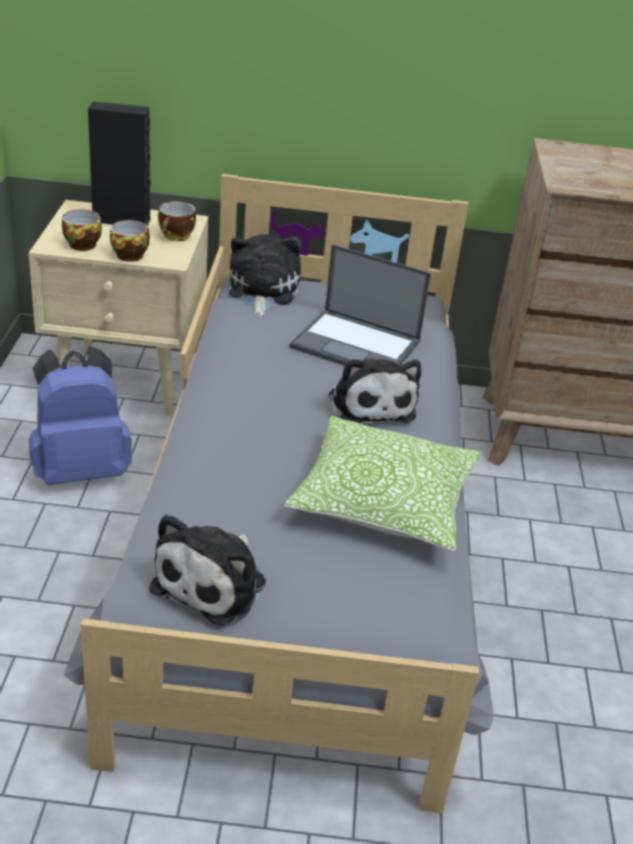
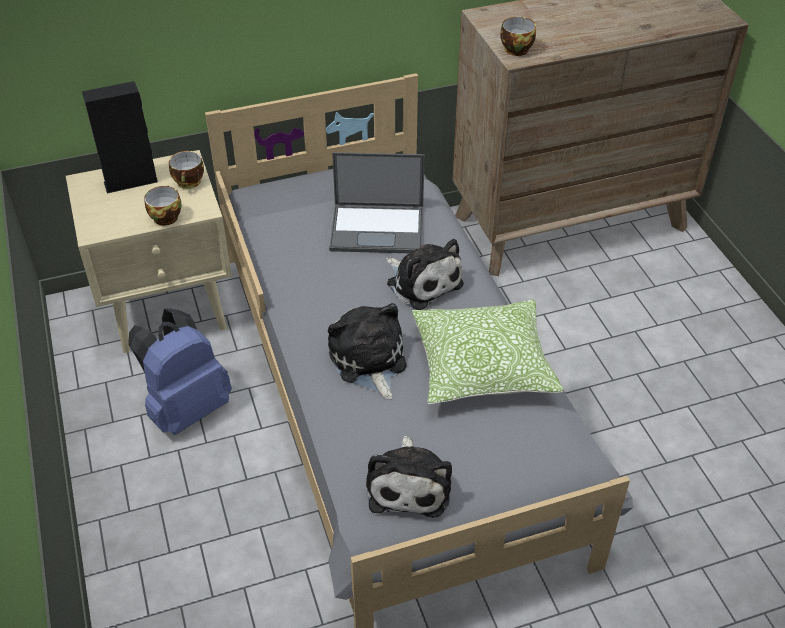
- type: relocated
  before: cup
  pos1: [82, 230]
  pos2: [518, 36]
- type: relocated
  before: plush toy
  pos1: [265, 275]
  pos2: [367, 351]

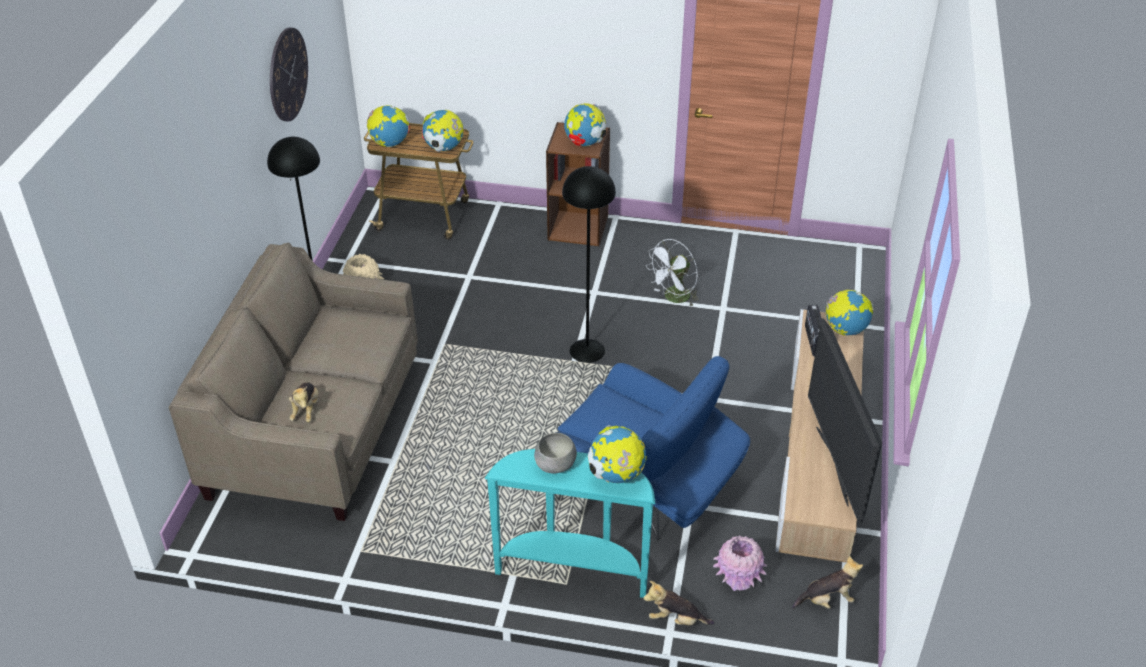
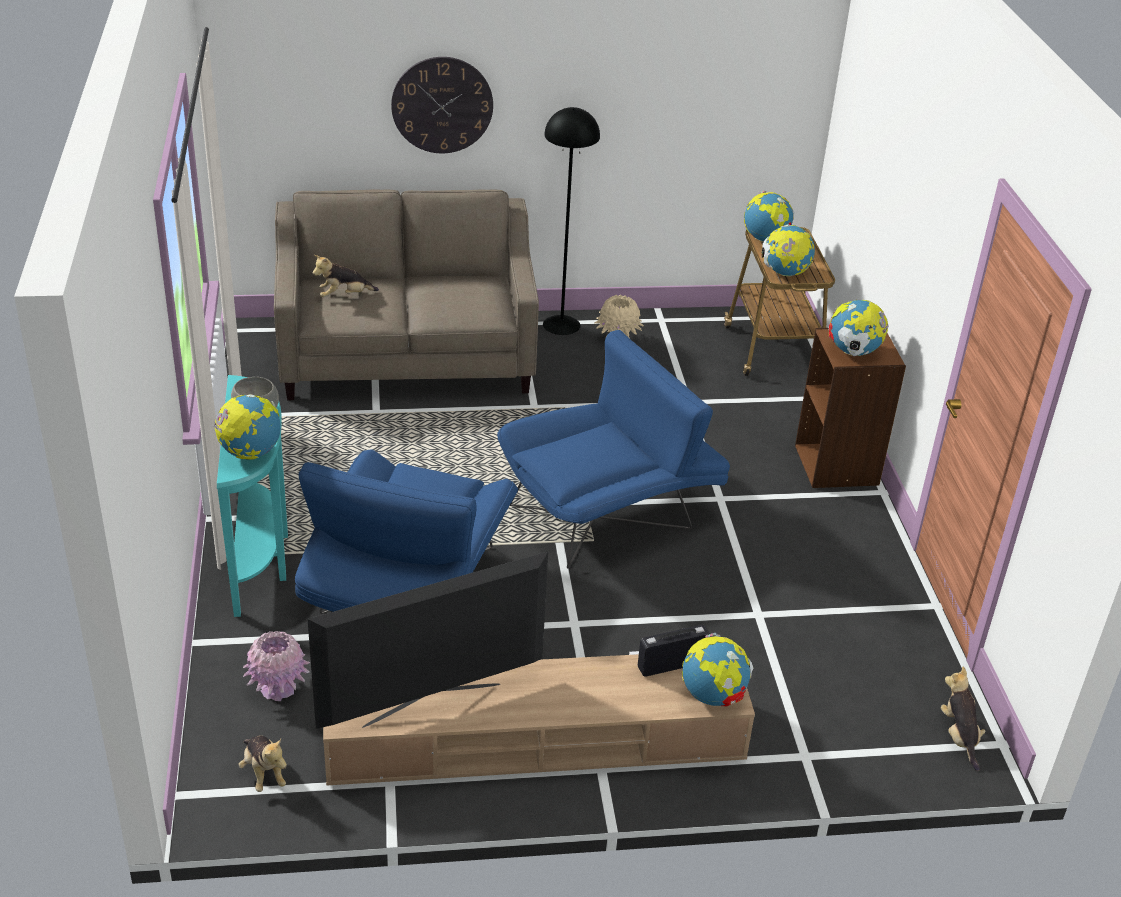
- type: missing
  before: fan/white
  pos1: [672, 273]
- type: relocated
  before: wall clock
  pos1: [289, 75]
  pos2: [442, 105]
- type: relocated
  before: plush toy
  pos1: [678, 603]
  pos2: [963, 719]
- type: exchanged
  before: floor lamp/black
  after: armchair/blue
  pos1: [589, 264]
  pos2: [613, 449]

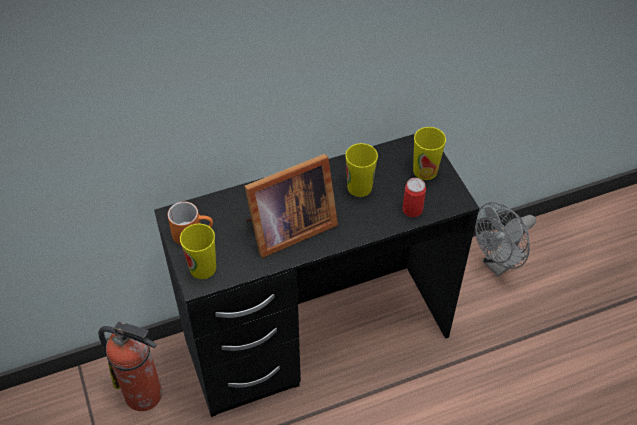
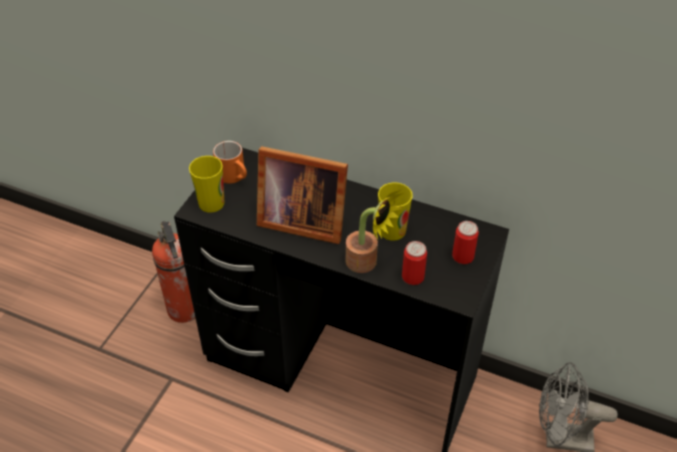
- type: appeared
  after: potted plant
  pos2: [375, 231]
- type: exchanged
  before: cup
  after: can
  pos1: [429, 153]
  pos2: [465, 242]

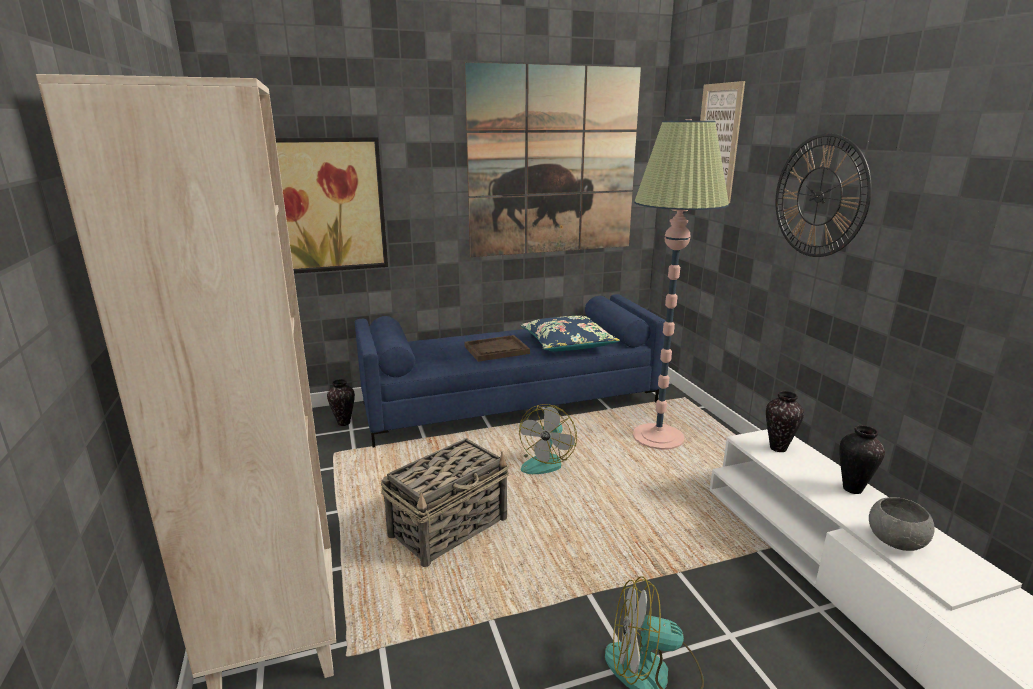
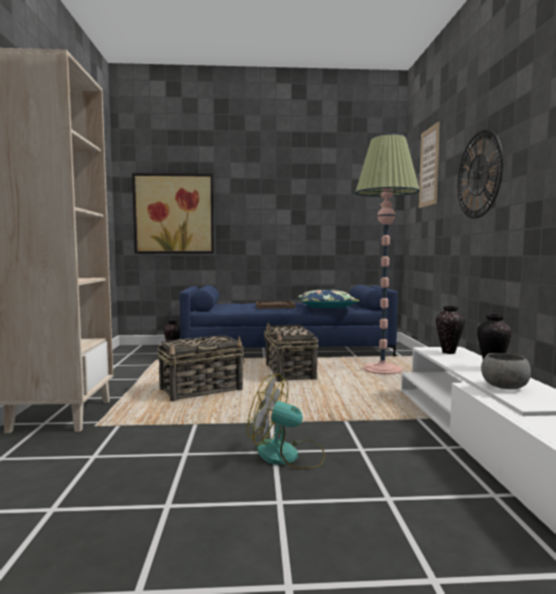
- type: missing
  before: picture
  pos1: [553, 159]
- type: exchanged
  before: fan
  after: basket
  pos1: [548, 439]
  pos2: [291, 351]

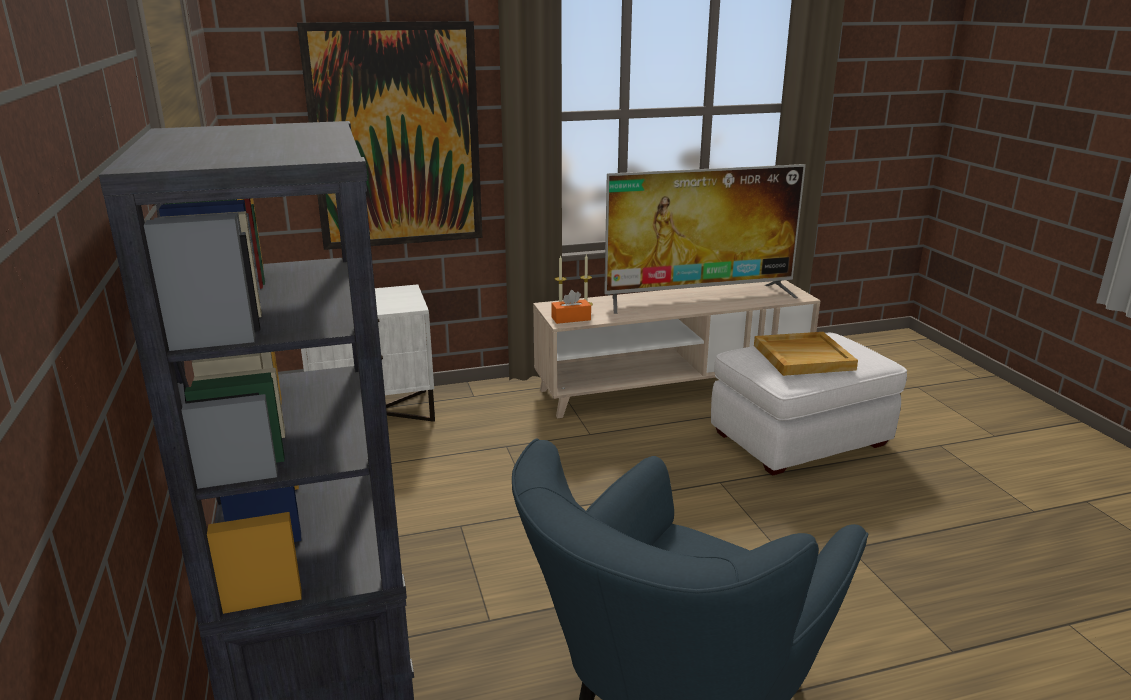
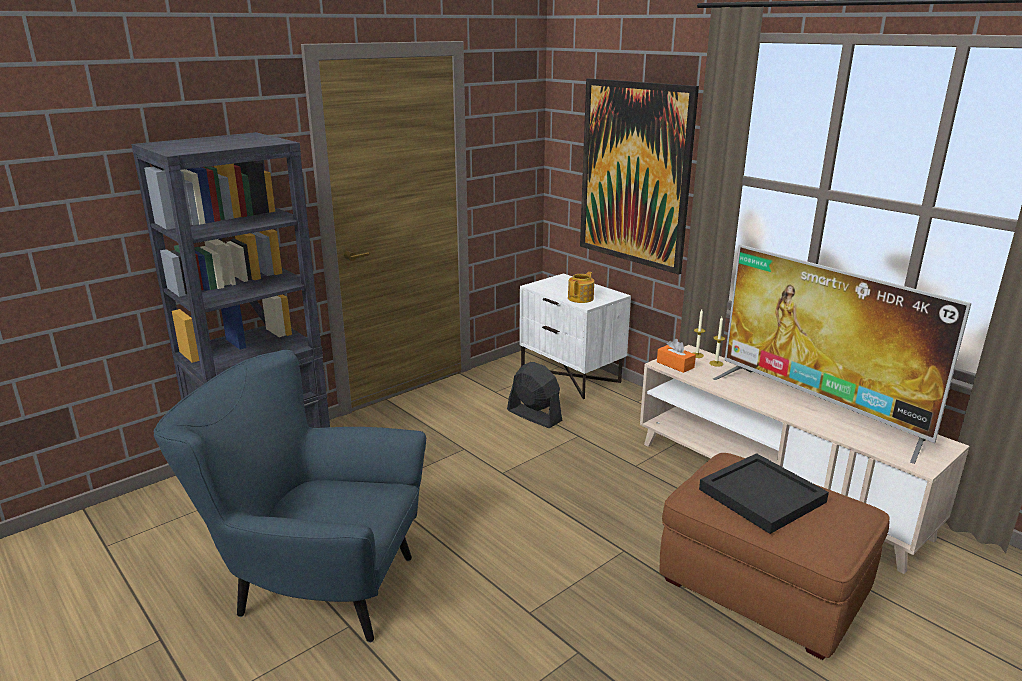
- type: appeared
  after: fan/black
  pos2: [534, 395]
- type: appeared
  after: teapot
  pos2: [581, 287]
- type: colour
  before: ottoman/white
  after: ottoman/brown
  pos1: [809, 404]
  pos2: [774, 556]
- type: colour
  before: tray/beige
  after: tray/black
  pos1: [806, 354]
  pos2: [764, 493]

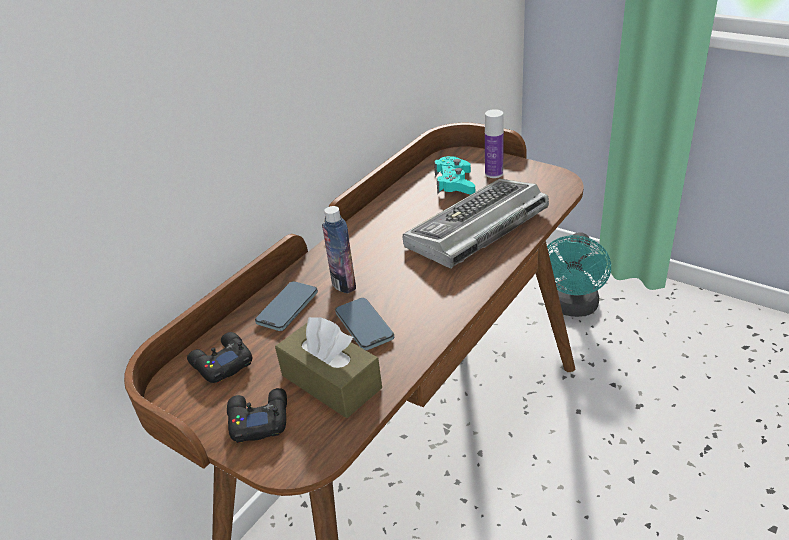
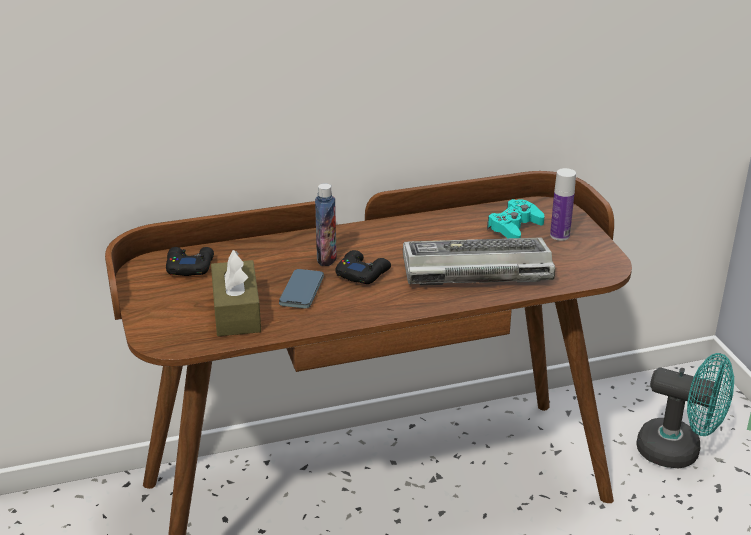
- type: missing
  before: phone
  pos1: [286, 306]
- type: relocated
  before: game controller/black
  pos1: [257, 415]
  pos2: [363, 267]
- type: spun
  before: fan/turquoise
  pos1: [579, 274]
  pos2: [685, 410]
  turn: -120

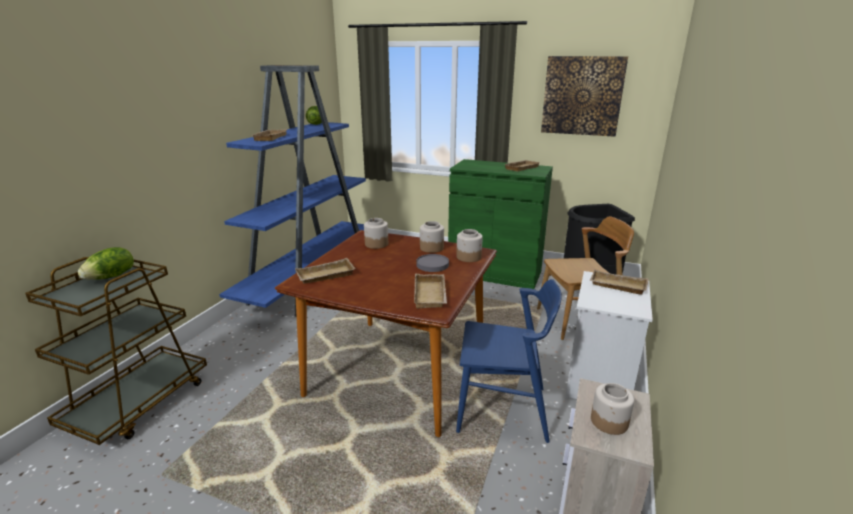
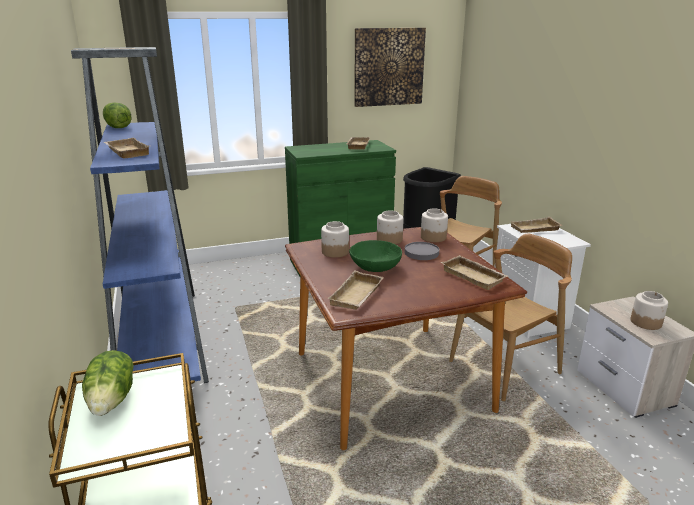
- type: appeared
  after: bowl/green
  pos2: [375, 256]
- type: colour
  before: chair/blue
  after: chair/brown
  pos1: [509, 361]
  pos2: [510, 317]

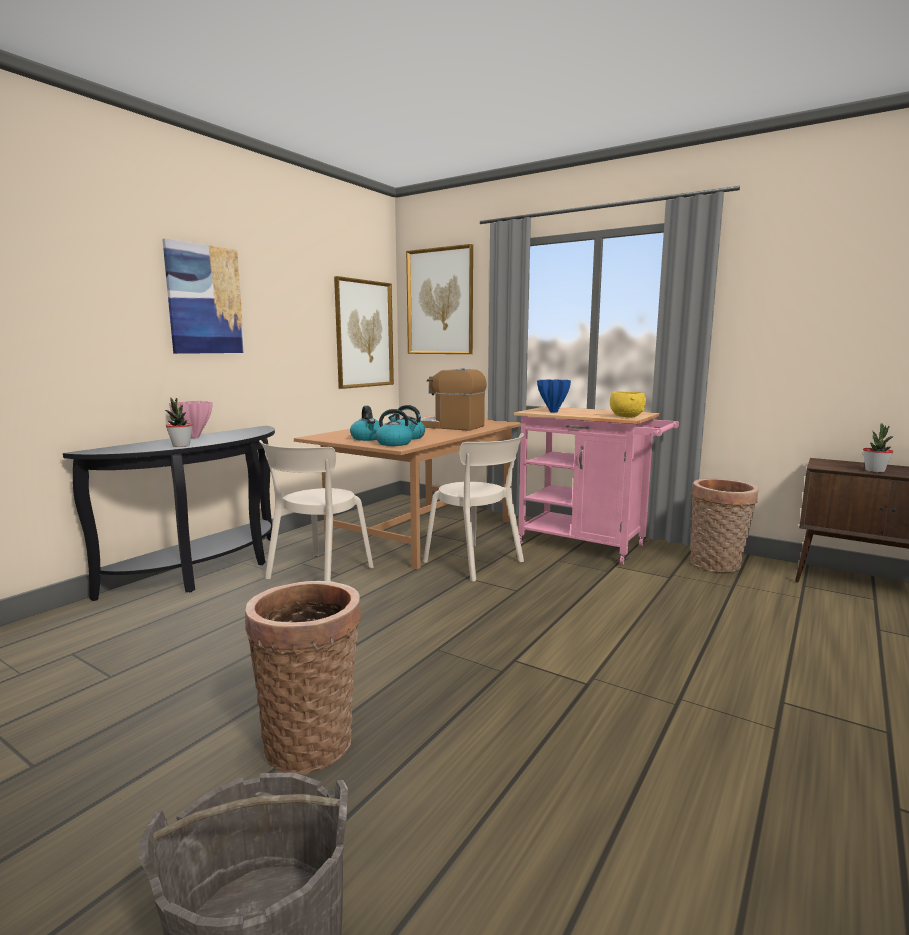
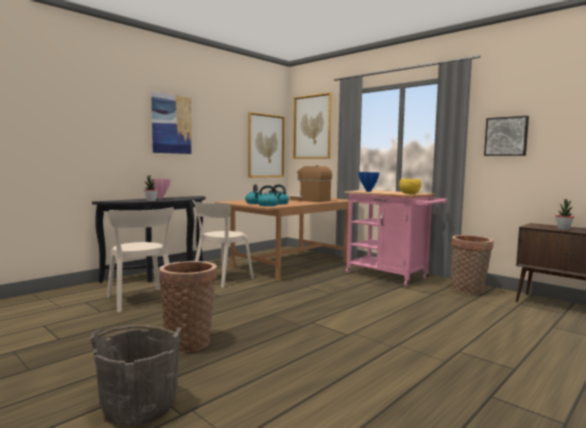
- type: appeared
  after: picture
  pos2: [506, 136]
- type: relocated
  before: chair/beige
  pos1: [473, 507]
  pos2: [140, 260]

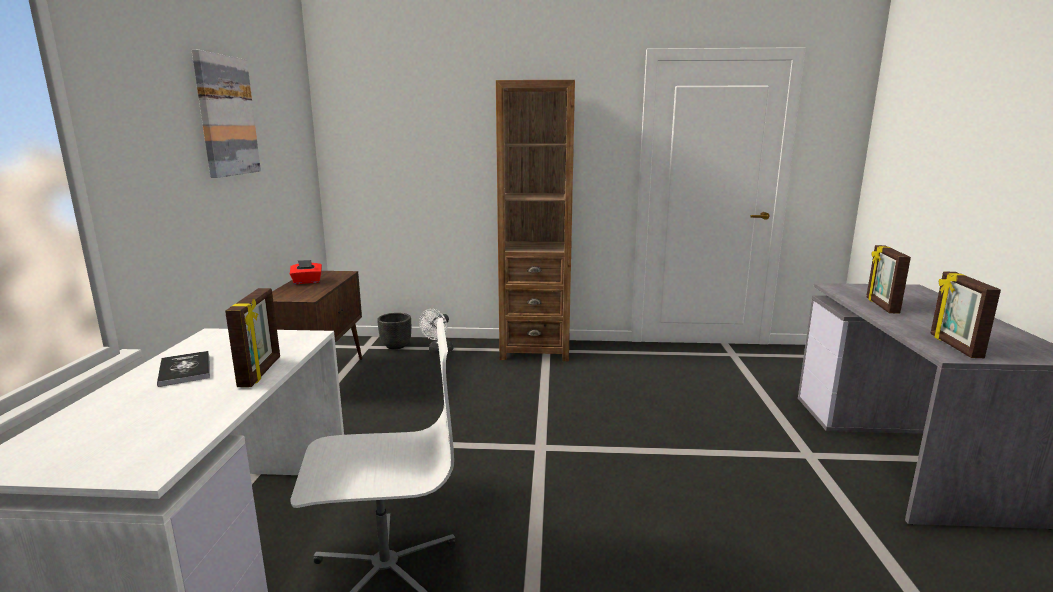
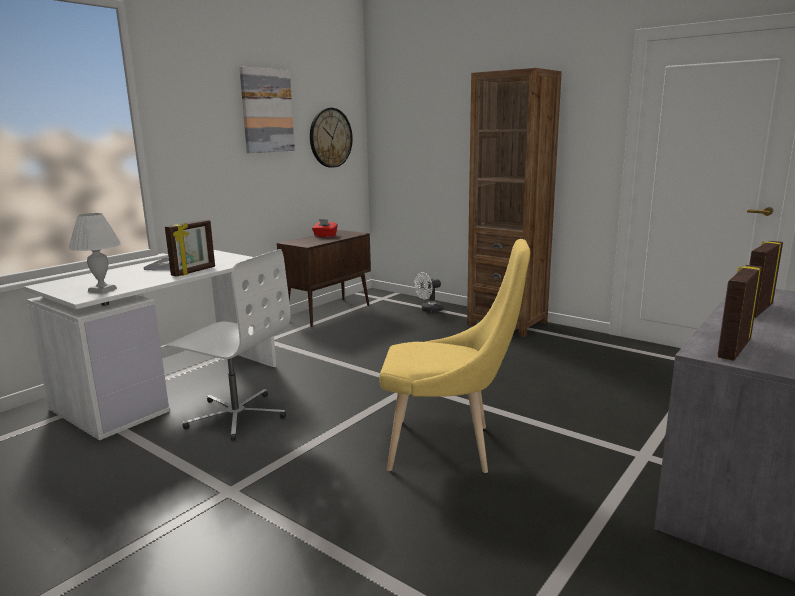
- type: missing
  before: planter/black
  pos1: [394, 331]
- type: appeared
  after: table lamp/white
  pos2: [95, 253]
- type: appeared
  after: wall clock
  pos2: [331, 138]
- type: appeared
  after: chair/yellow
  pos2: [454, 356]

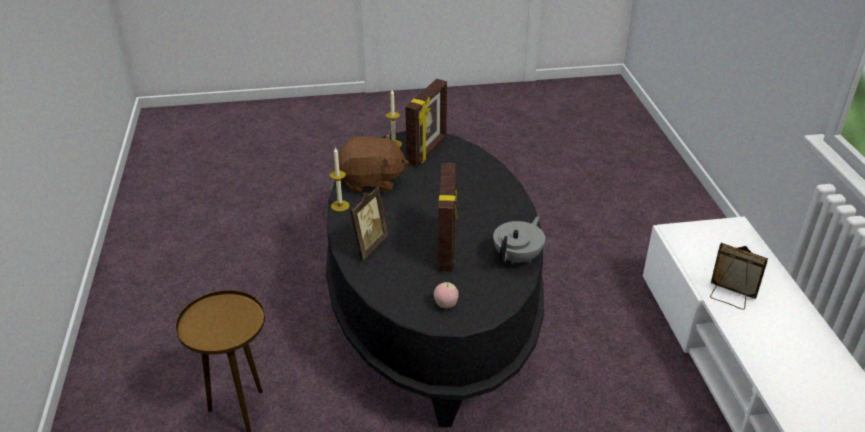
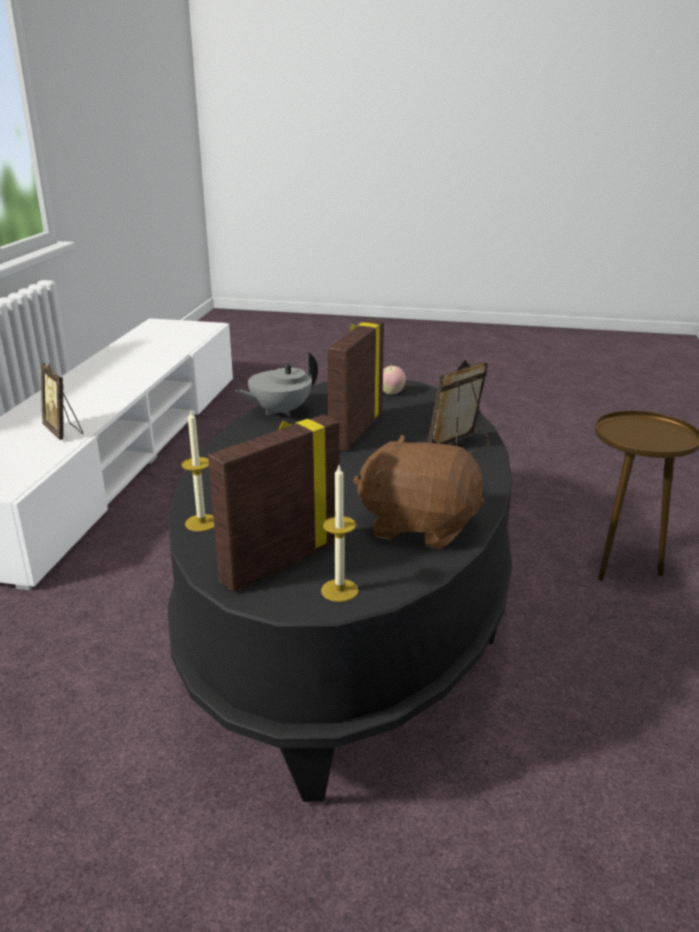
- type: relocated
  before: candle
  pos1: [340, 179]
  pos2: [197, 471]

